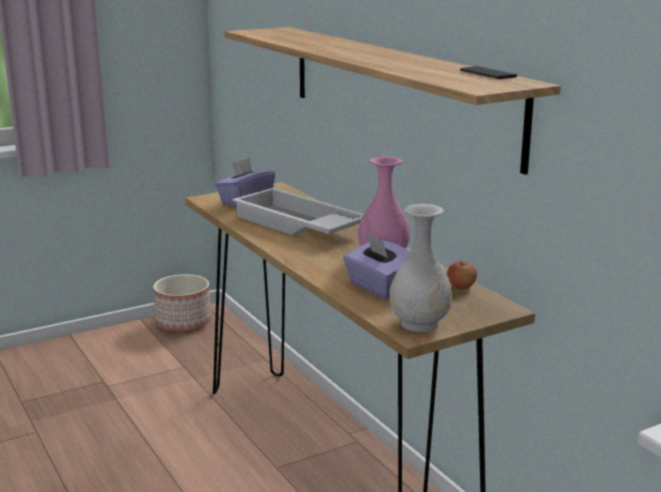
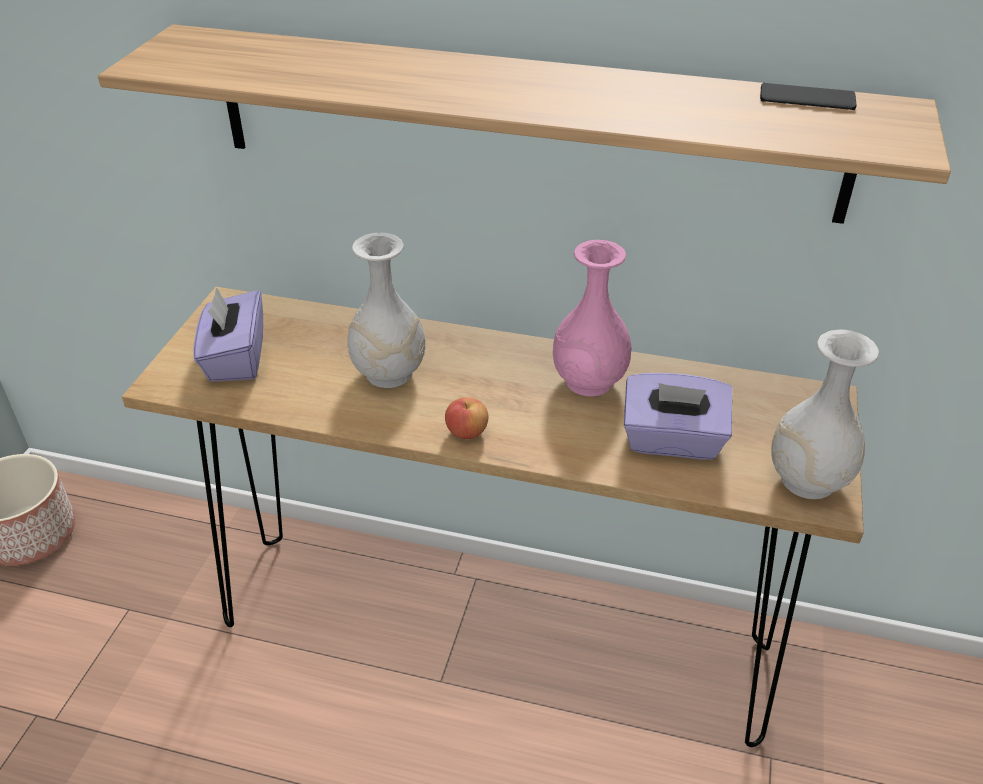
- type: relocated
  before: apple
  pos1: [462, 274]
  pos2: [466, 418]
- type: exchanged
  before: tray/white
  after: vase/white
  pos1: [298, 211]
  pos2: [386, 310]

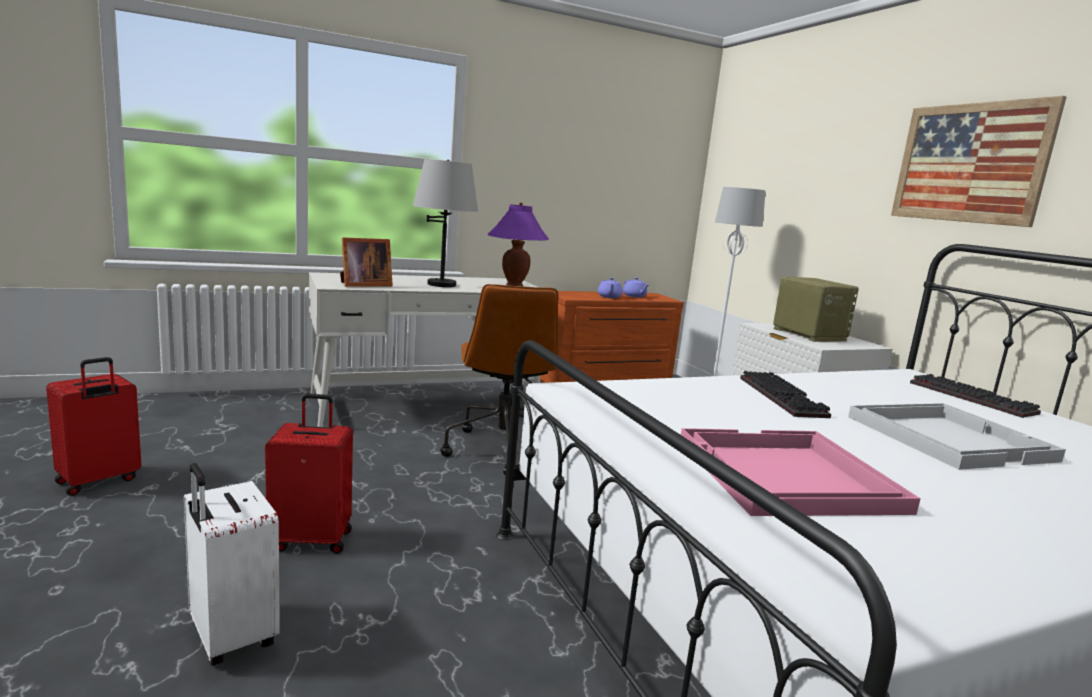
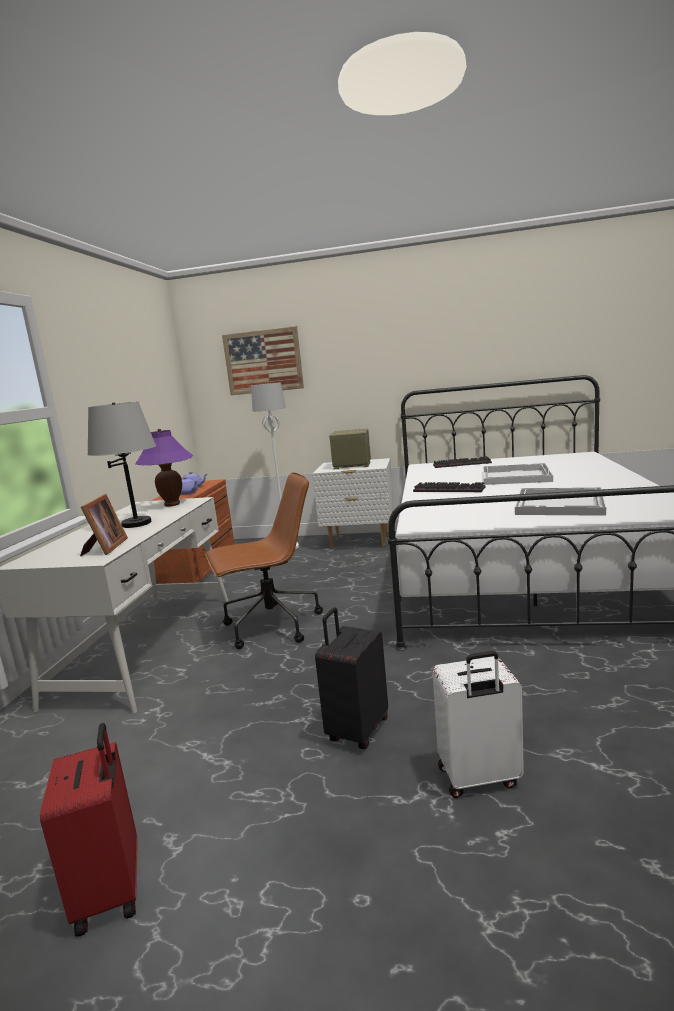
- type: relocated
  before: picture
  pos1: [979, 161]
  pos2: [263, 360]
- type: colour
  before: suitcase/red
  after: suitcase/black
  pos1: [309, 473]
  pos2: [351, 678]
- type: colour
  before: tray/pink
  after: tray/white
  pos1: [801, 472]
  pos2: [560, 501]
- type: spun
  before: office chair/brown
  pos1: [499, 379]
  pos2: [264, 560]
  turn: -45

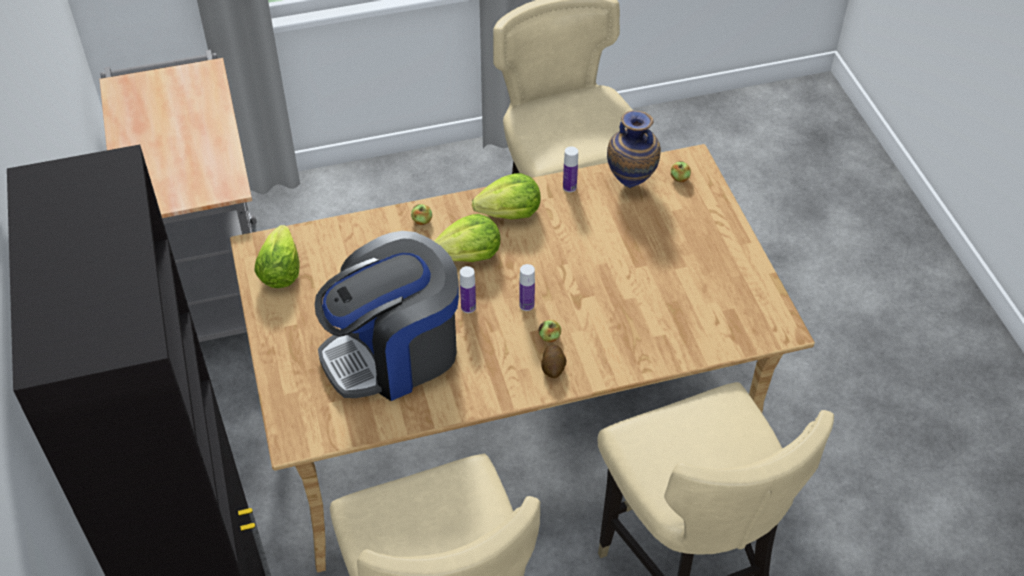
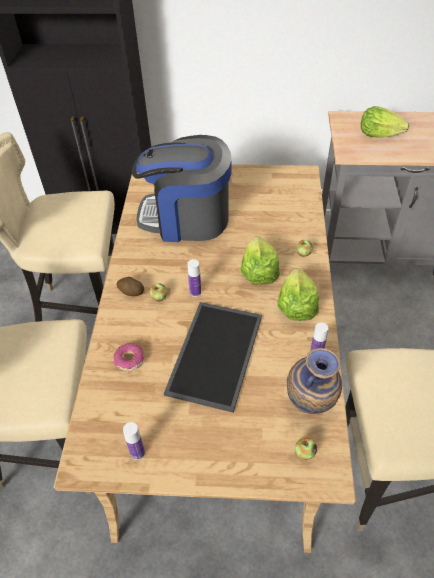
- type: appeared
  after: donut
  pos2: [129, 357]
- type: appeared
  after: tray
  pos2: [213, 357]
- type: relocated
  before: lettuce
  pos1: [277, 256]
  pos2: [385, 122]
- type: relocated
  before: bottle
  pos1: [468, 289]
  pos2: [134, 441]
- type: spun
  before: coffee machine
  pos1: [387, 316]
  pos2: [181, 188]
  turn: -75

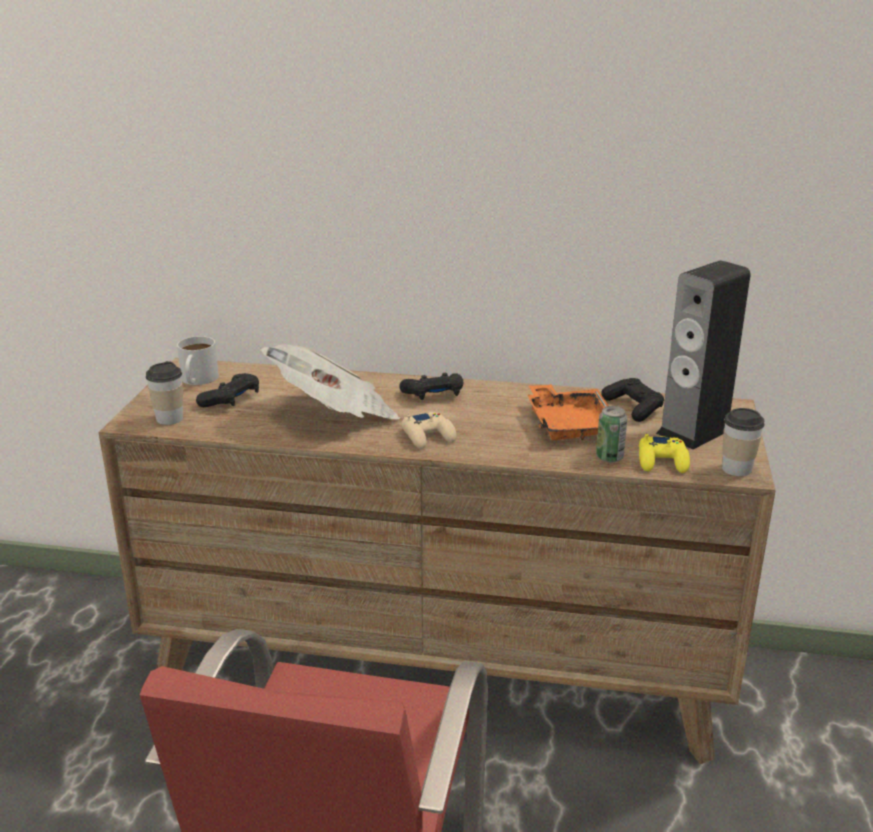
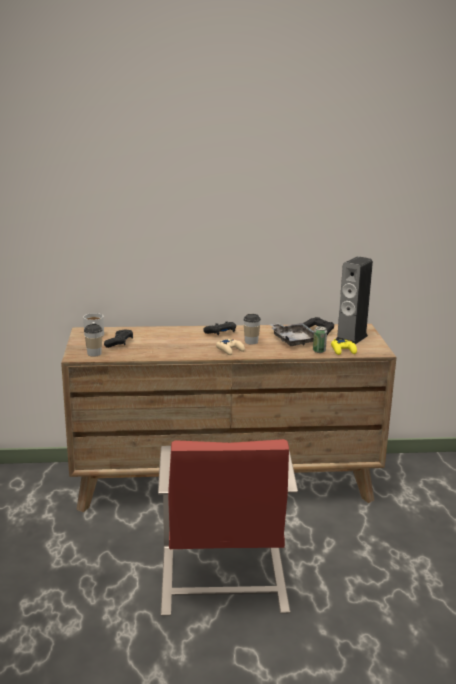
- type: missing
  before: newspaper
  pos1: [331, 381]
- type: relocated
  before: cup
  pos1: [743, 442]
  pos2: [252, 329]
- type: colour
  before: tray/orange
  after: tray/grey
  pos1: [568, 412]
  pos2: [291, 334]

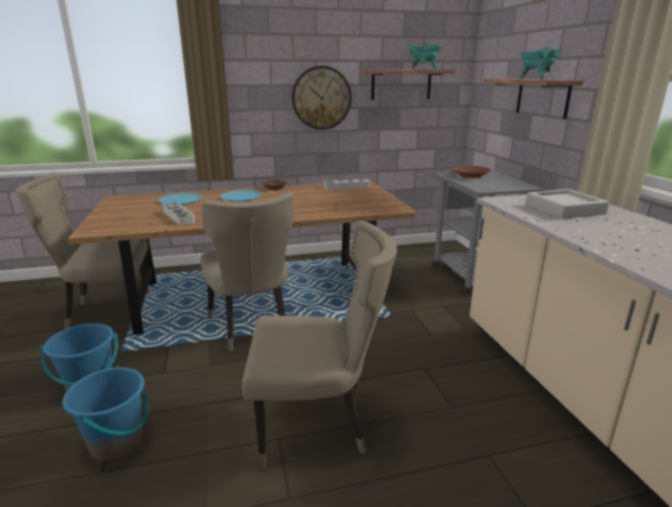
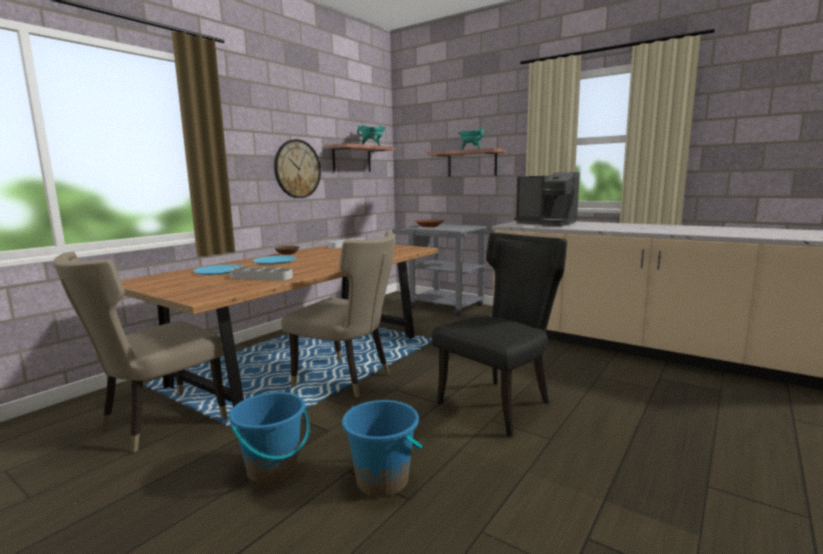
- type: exchanged
  before: tray/grey
  after: coffee machine
  pos1: [567, 204]
  pos2: [547, 199]
- type: colour
  before: chair/beige
  after: chair/black
  pos1: [319, 345]
  pos2: [499, 335]

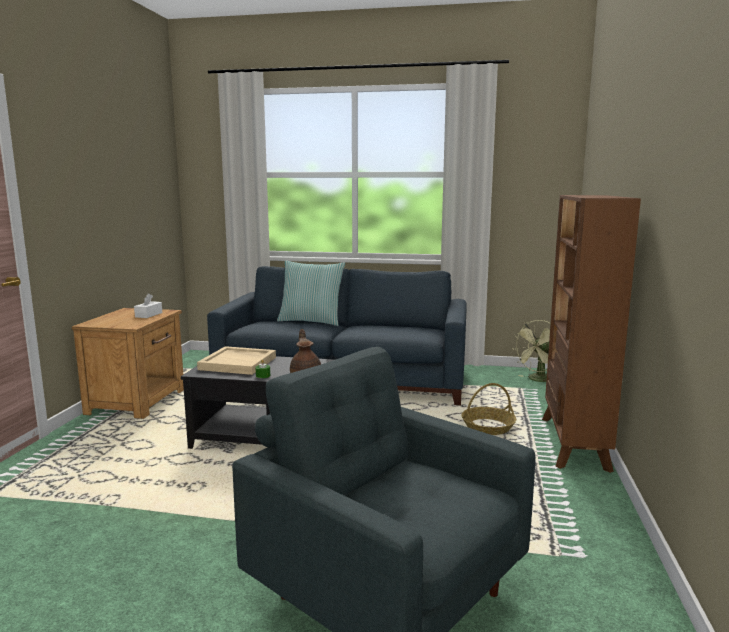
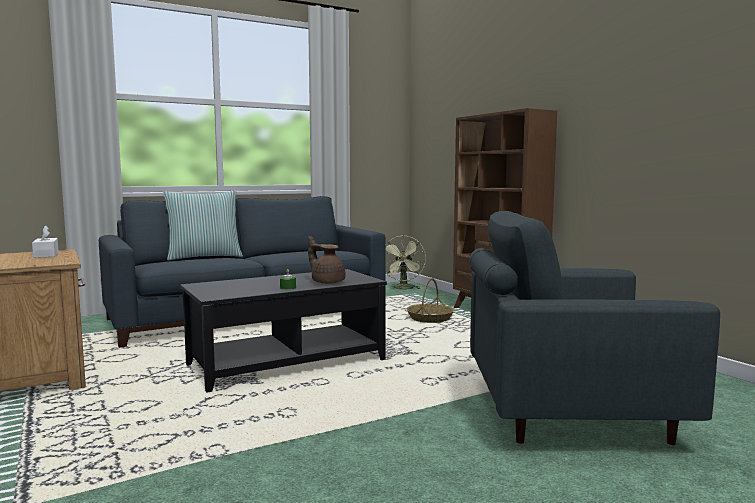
- type: missing
  before: tray/beige
  pos1: [236, 360]

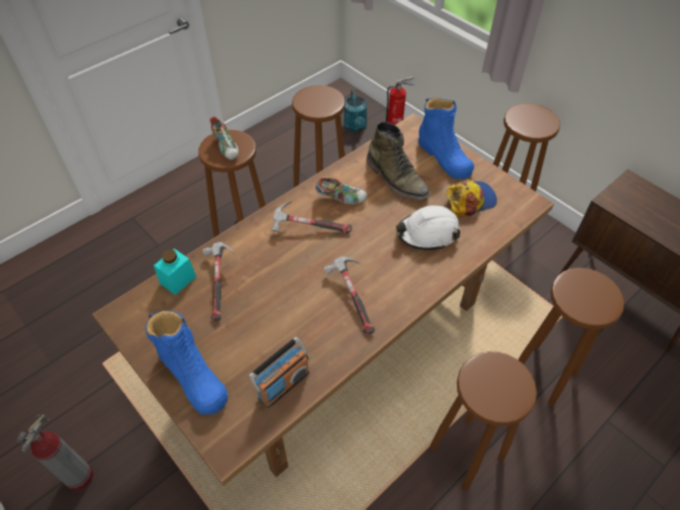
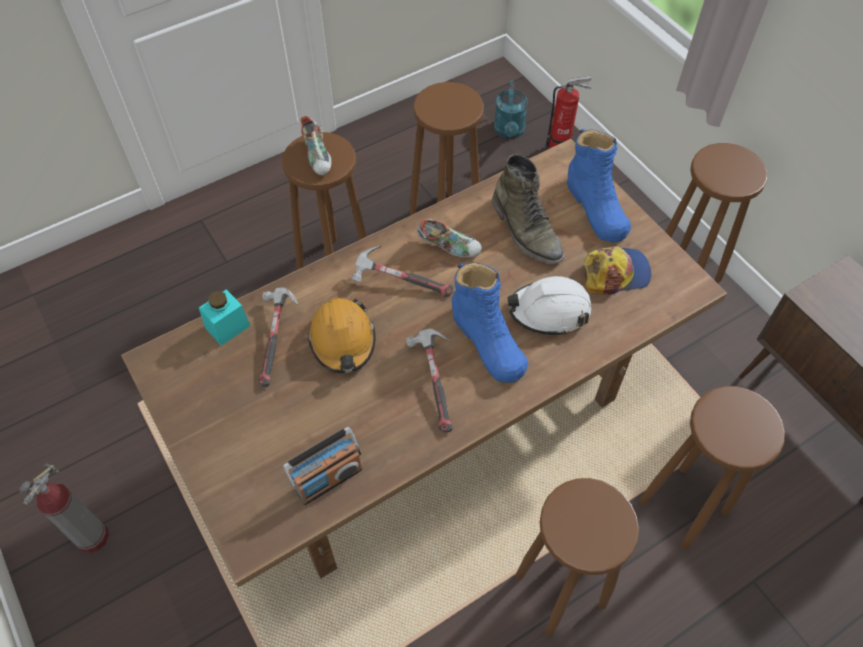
- type: appeared
  after: hard hat/orange
  pos2: [341, 335]
- type: relocated
  before: boot/blue
  pos1: [186, 362]
  pos2: [490, 322]

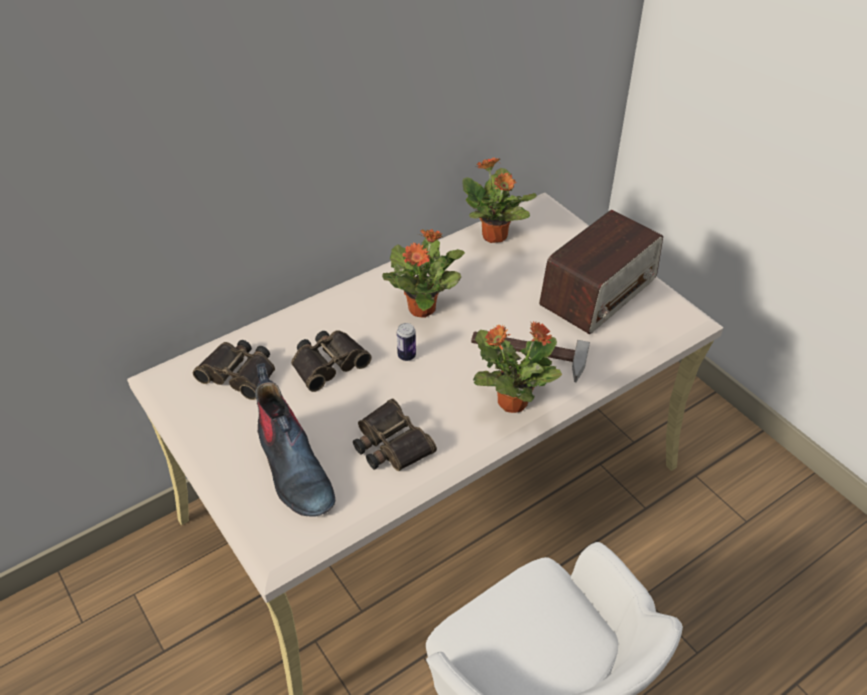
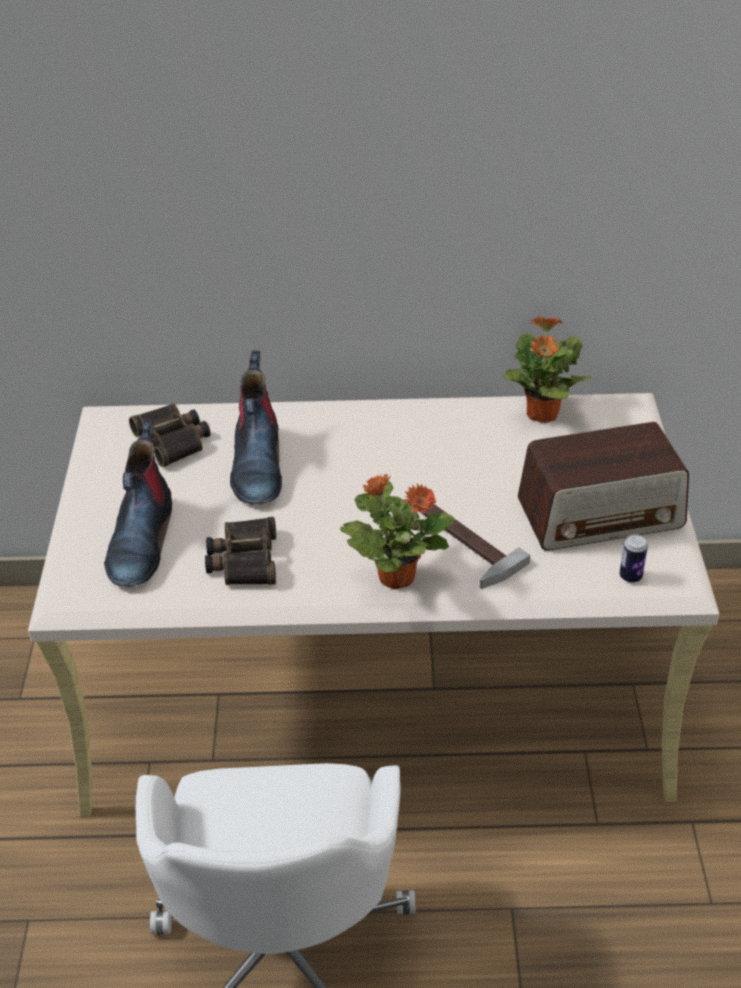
- type: missing
  before: potted plant
  pos1: [423, 273]
- type: relocated
  before: can
  pos1: [406, 342]
  pos2: [634, 558]
- type: exchanged
  before: binoculars
  after: boot
  pos1: [331, 361]
  pos2: [256, 428]

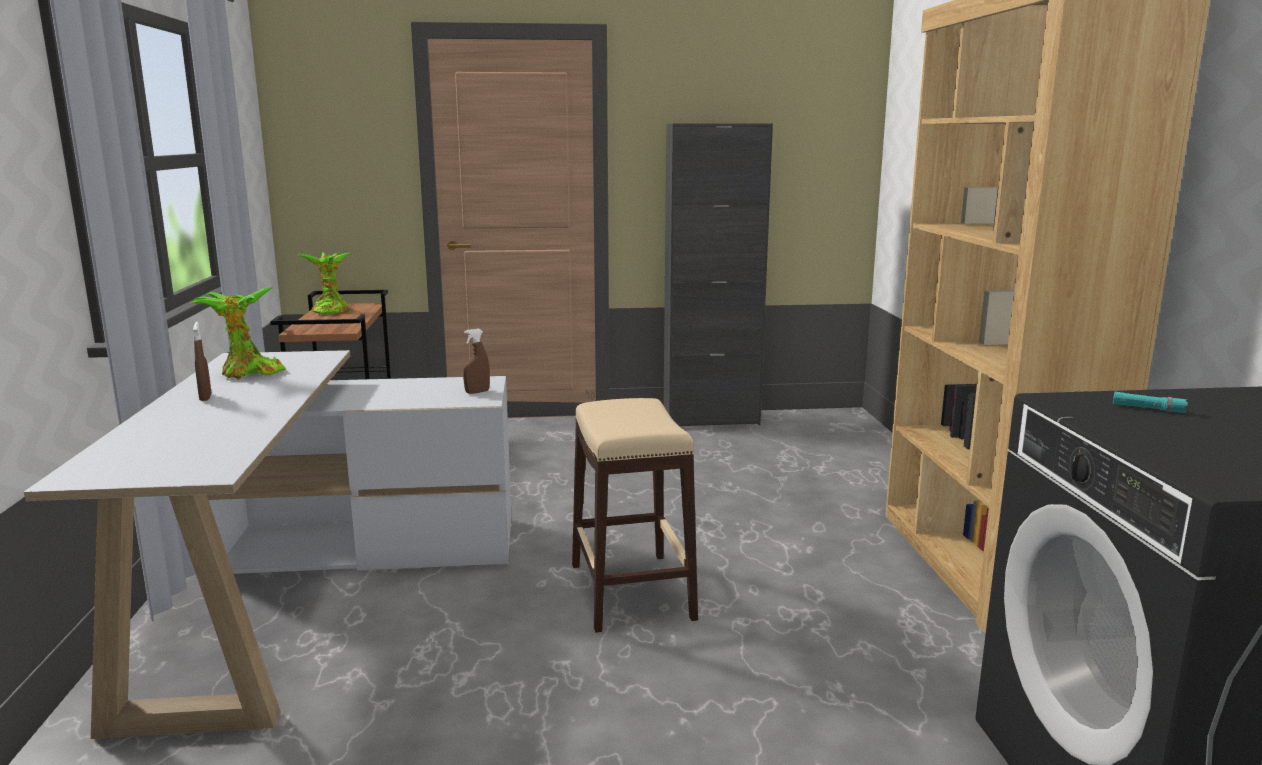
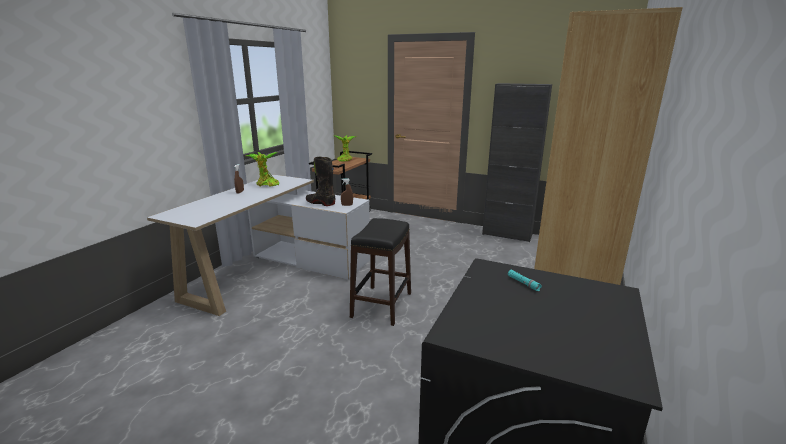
- type: appeared
  after: boot/black
  pos2: [320, 181]
- type: colour
  before: stool/beige
  after: stool/black
  pos1: [635, 515]
  pos2: [380, 272]

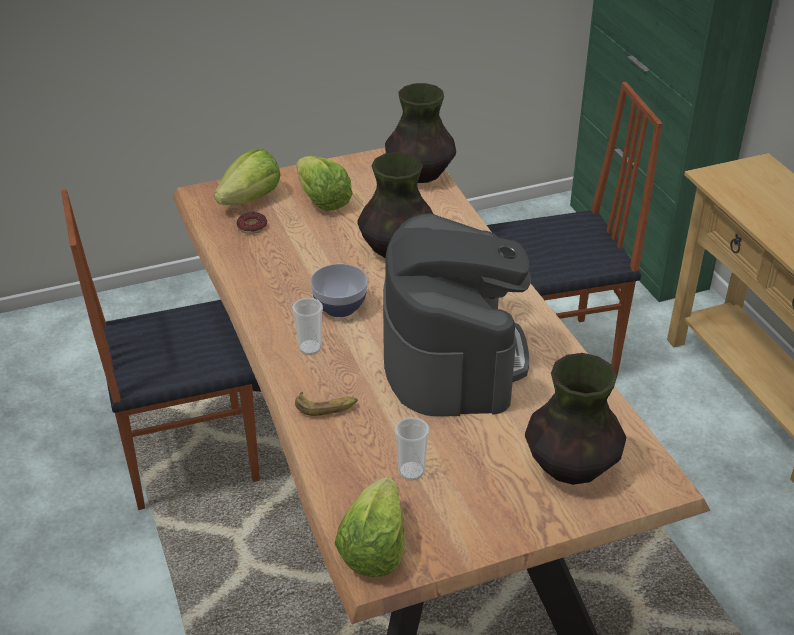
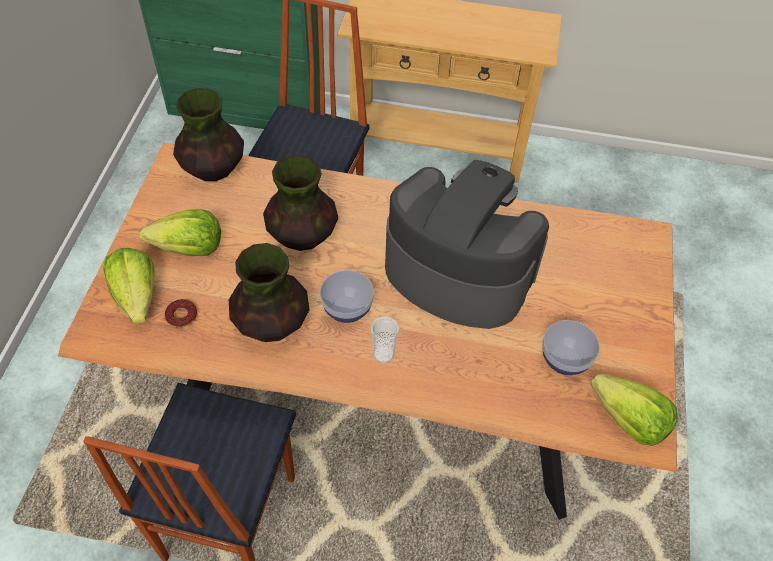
- type: missing
  before: banana
  pos1: [326, 404]
- type: relocated
  before: vase
  pos1: [575, 419]
  pos2: [269, 292]
- type: exchanged
  before: cup
  after: bowl
  pos1: [412, 449]
  pos2: [571, 347]

